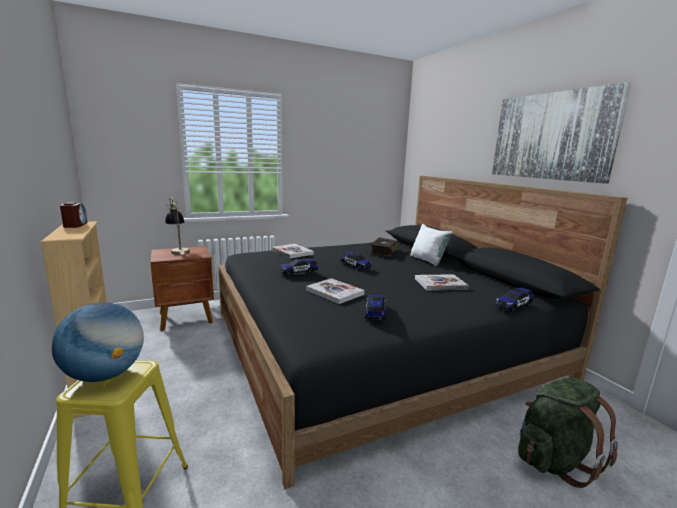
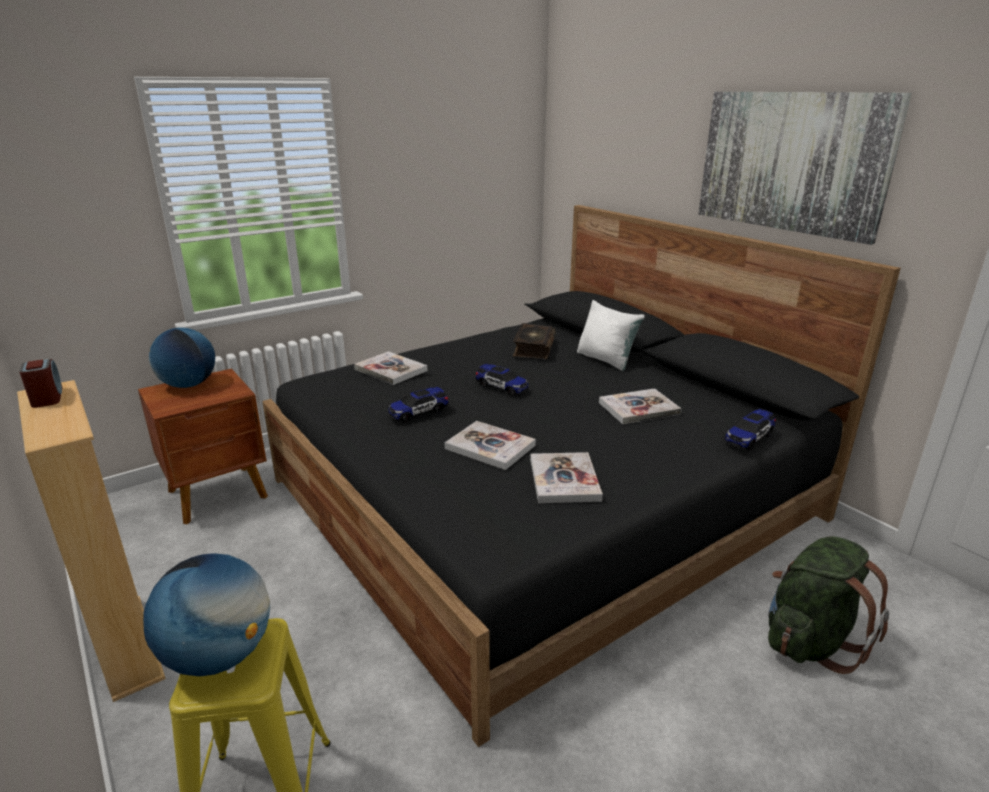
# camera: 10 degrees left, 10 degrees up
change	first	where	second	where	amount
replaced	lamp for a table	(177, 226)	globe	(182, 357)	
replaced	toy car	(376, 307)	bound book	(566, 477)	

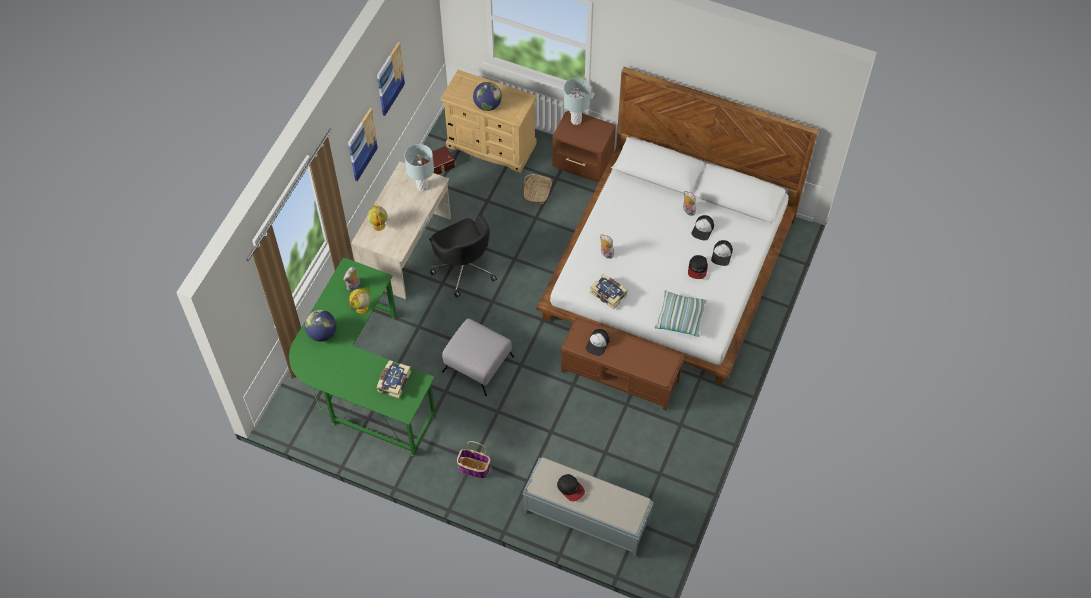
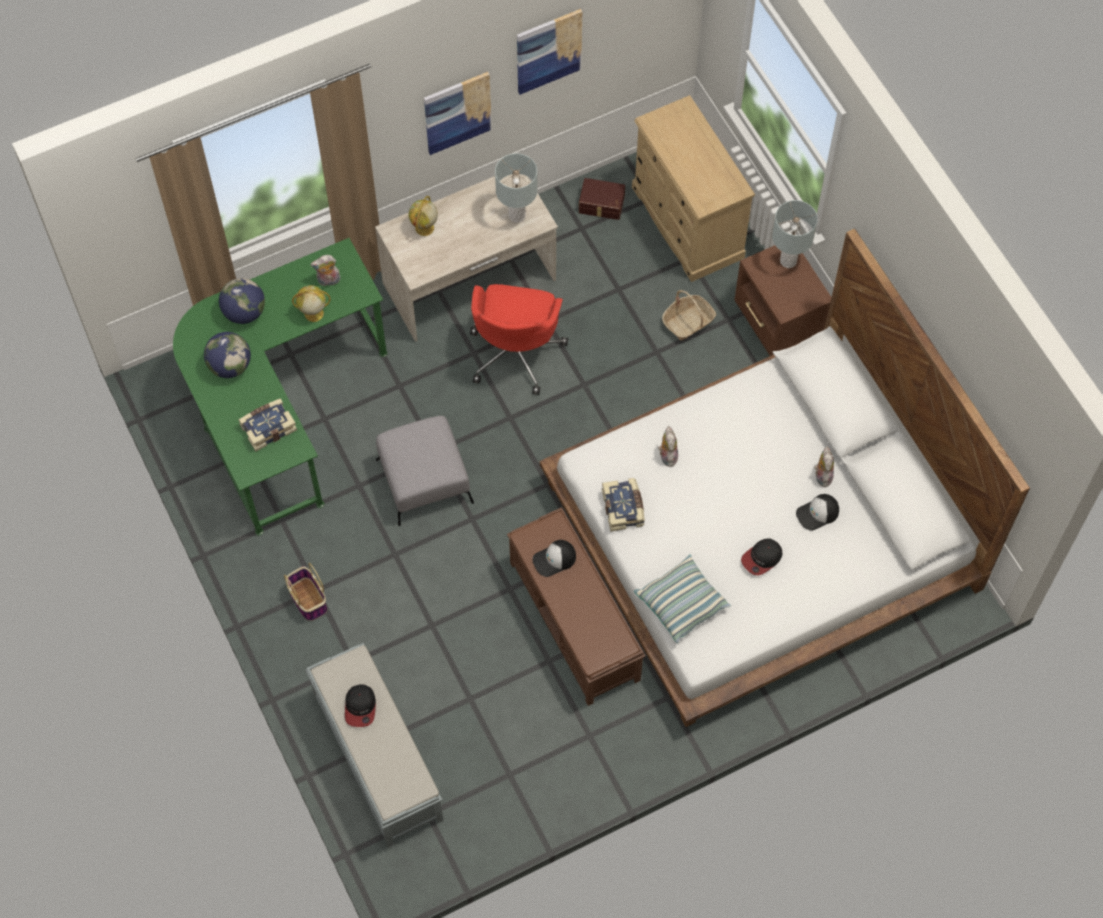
# camera: 40 degrees right, 5 degrees up
change	first	where	second	where	amount
removed	peaked cap	(722, 253)			
moved	globe	(487, 96)		(227, 355)	
recoloured	blackish computer chair	(463, 256)	red computer chair	(519, 339)	

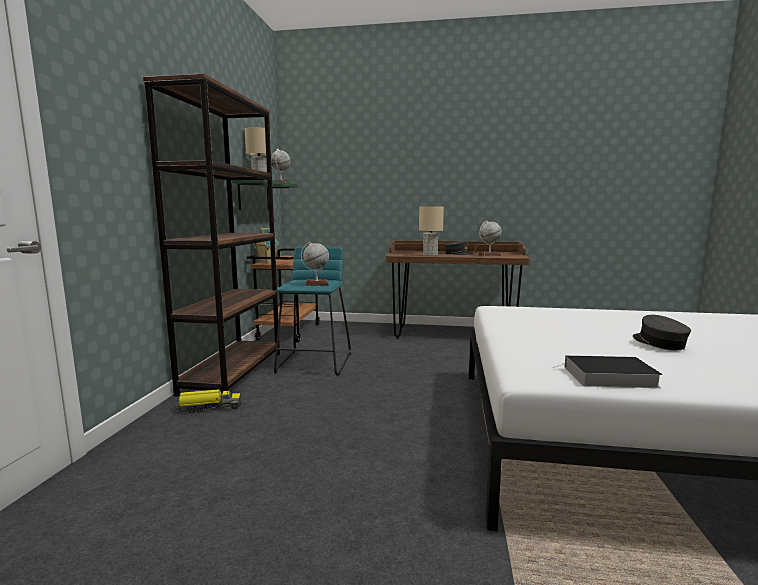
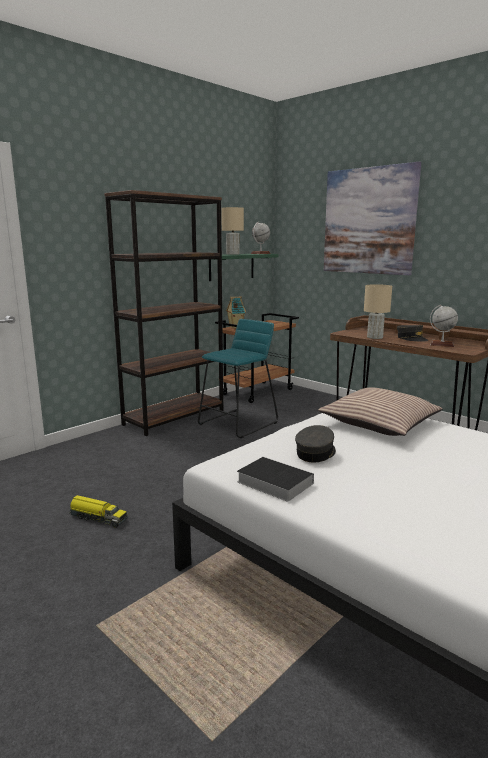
# camera: 35 degrees right, 5 degrees up
change	first	where	second	where	amount
removed	globe	(315, 264)			
added			pillow	(380, 411)	
added			wall picture	(372, 218)	
moved	toy lorry	(208, 401)		(98, 511)	
moved	grey peaked cap	(662, 333)		(315, 443)	

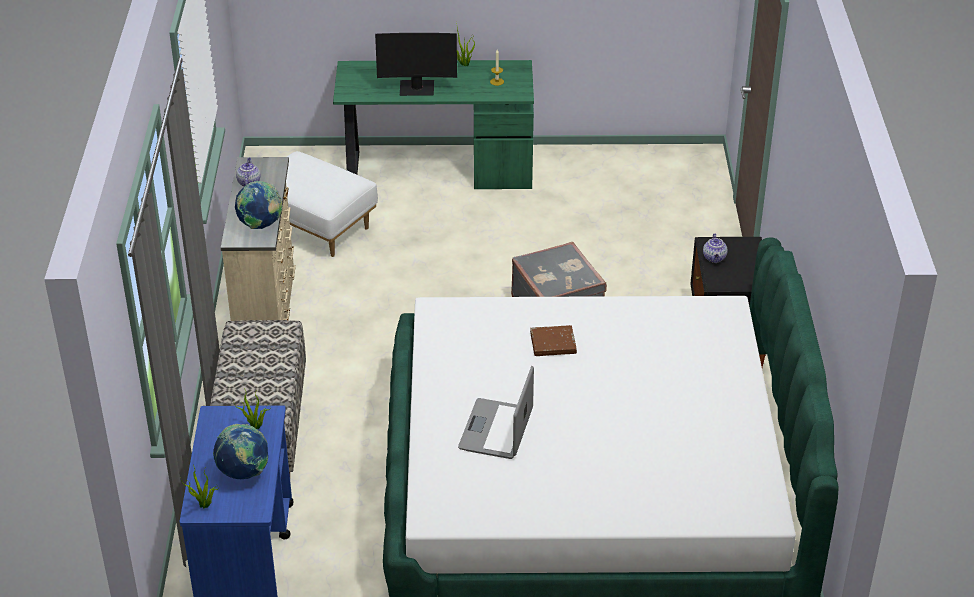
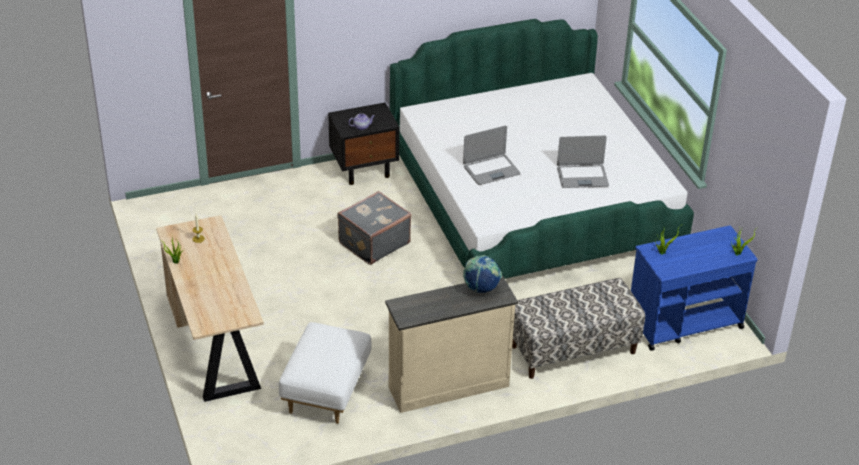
# camera: 110 degrees left, 0 degrees up
change	first	where	second	where	amount
removed	globe	(240, 451)			
removed	tea pot	(248, 172)			
removed	computer display	(416, 64)			
replaced	brown-coloured bound book	(553, 340)	laptop	(492, 155)	
recoloured	green-coloured desk unit	(433, 124)	beige-coloured desk unit	(210, 308)	

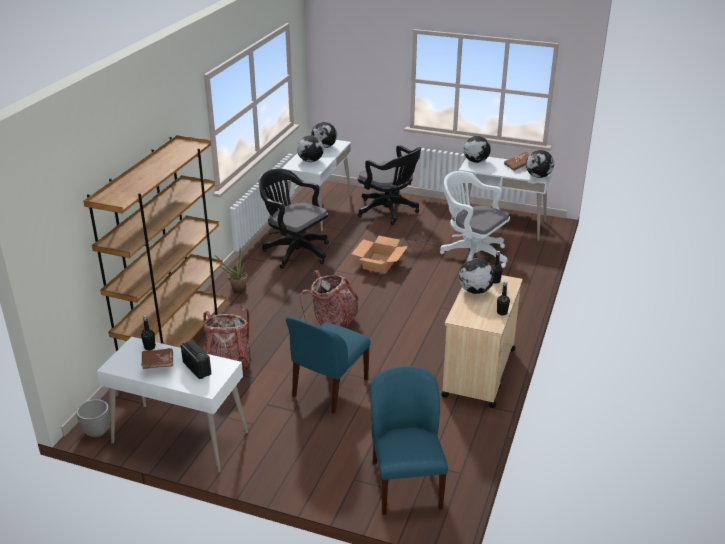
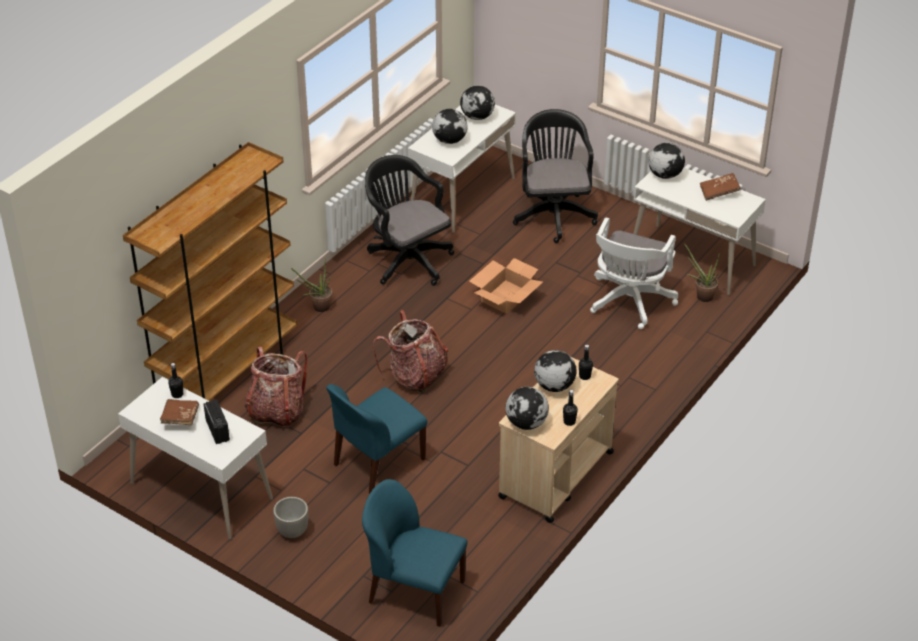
# camera: 15 degrees right, 10 degrees up
change	first	where	second	where	amount
added			plant in a pot	(702, 272)	
moved	planter	(93, 418)		(290, 517)	
moved	globe	(540, 164)		(527, 408)	
turned	blackish computer chair	(389, 185)		(555, 176)	150 degrees counterclockwise
turned	blue chair	(409, 440)		(415, 553)	75 degrees counterclockwise
turned	whitish computer chair	(475, 219)		(634, 273)	120 degrees counterclockwise

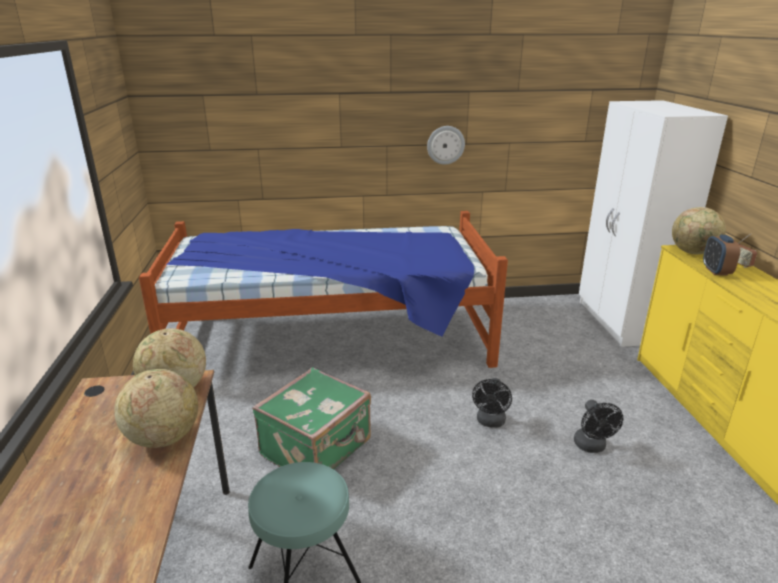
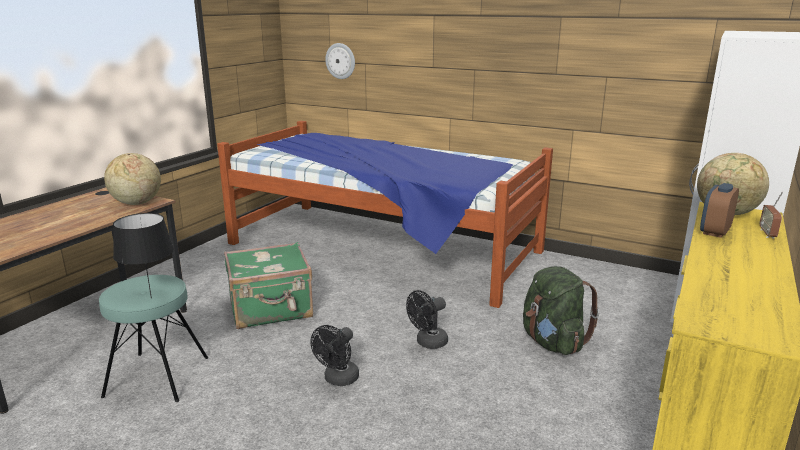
# camera: 35 degrees right, 5 degrees down
change	first	where	second	where	amount
removed	globe	(156, 408)			
added			blackish lamp for a table	(143, 256)	
added			green-coloured backpack	(561, 310)	
moved	wall clock	(446, 145)		(340, 61)	
moved	blackish fan	(598, 426)		(334, 355)	

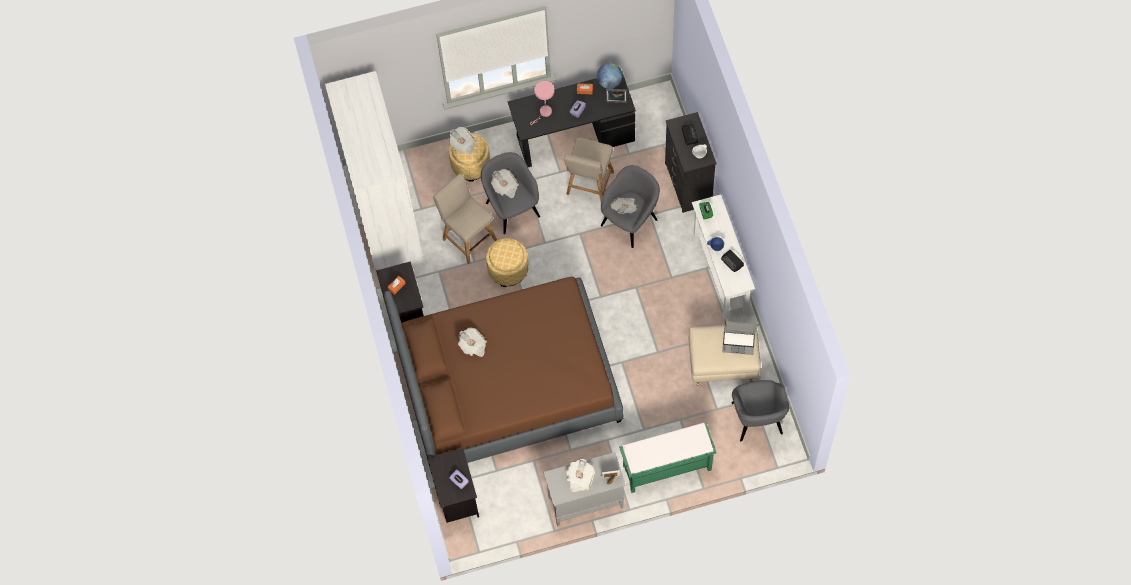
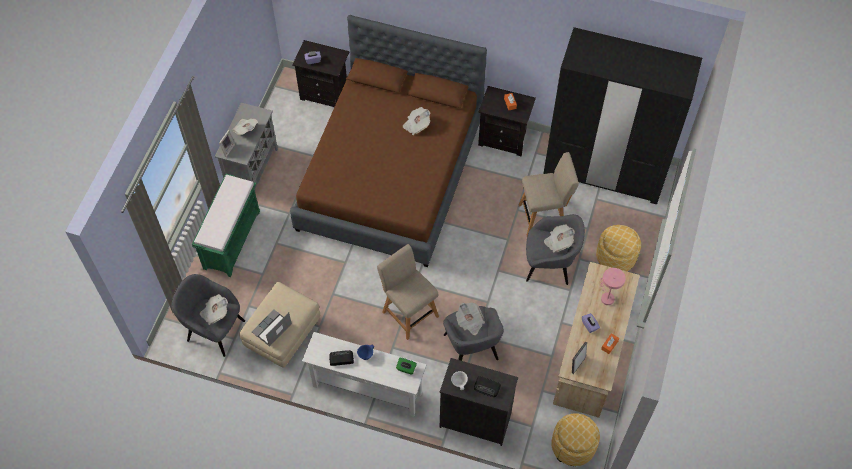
# camera: 120 degrees right, 5 degrees down
change	first	where	second	where	amount
removed	globe	(610, 76)			
moved	printed paper	(462, 141)		(214, 309)	
moved	footrest	(507, 262)		(575, 439)	
moved	beige-coloured chair	(589, 169)		(408, 292)	
recoloured	whitish wardrobe	(374, 173)	blackish wardrobe	(622, 115)	
recoloured	blackish desk unit	(572, 120)	beige-coloured desk unit	(596, 340)	

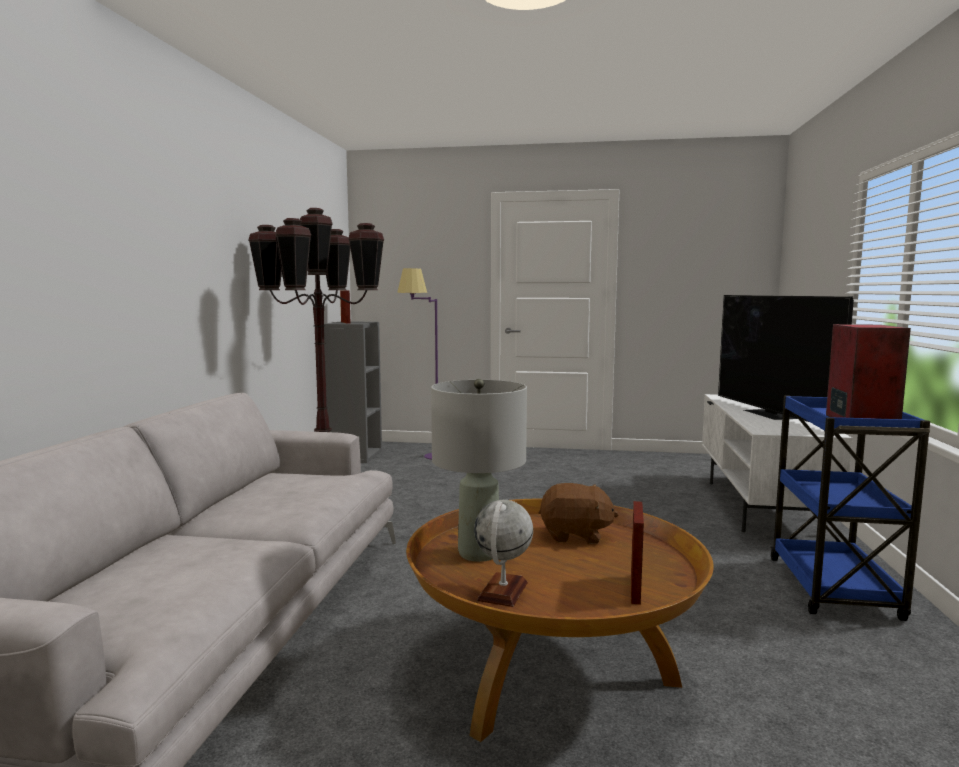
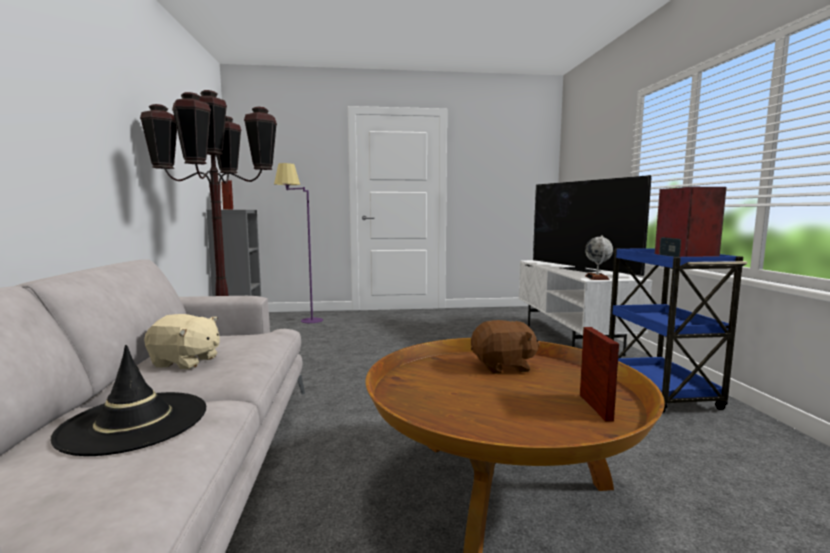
# camera: 15 degrees left, 0 degrees up
change	first	where	second	where	amount
removed	grey lamp for a table	(479, 470)			
added			blackish wearable hat	(128, 400)	
added			beige-coloured cuddly toy	(182, 341)	
moved	globe	(503, 553)		(599, 257)	

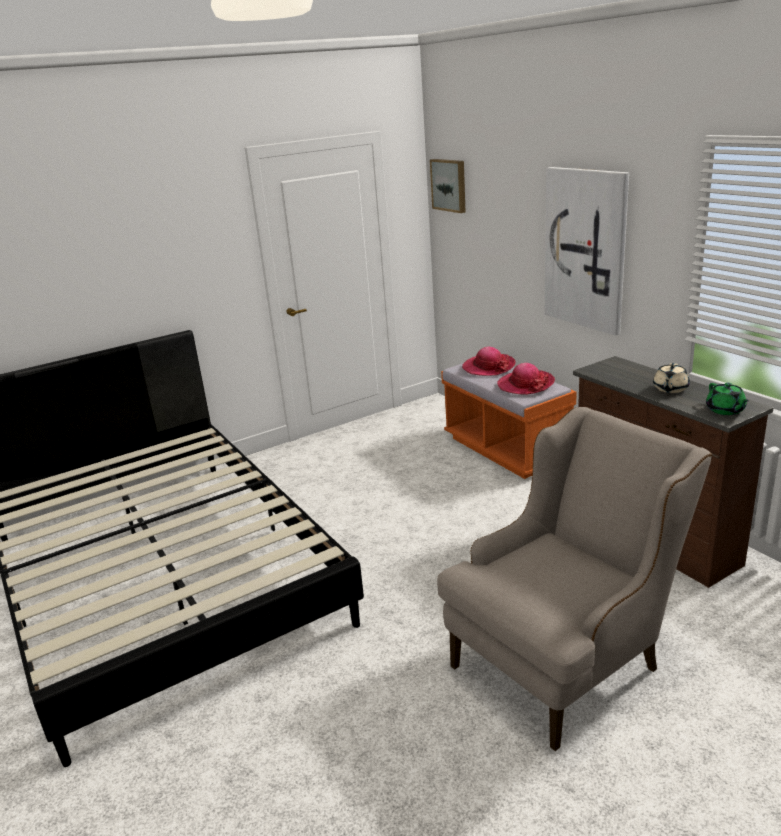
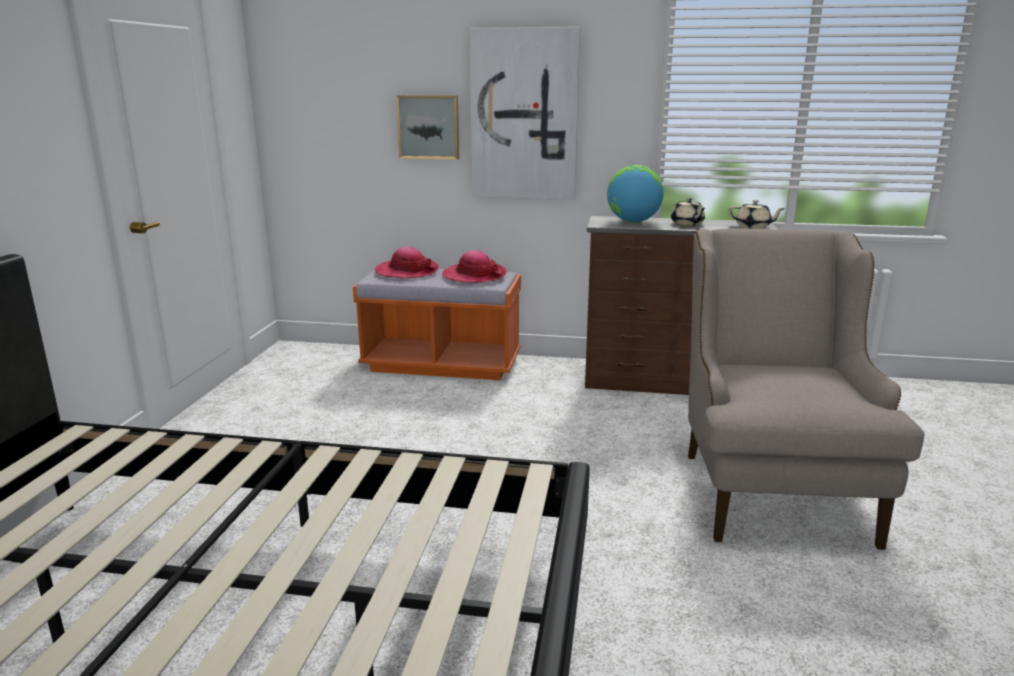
# camera: 50 degrees left, 5 degrees down
change	first	where	second	where	amount
added			globe	(635, 194)	
moved	wall picture	(448, 186)		(427, 127)	
recoloured	green-coloured tea pot	(727, 399)	beige-coloured tea pot	(757, 214)	

